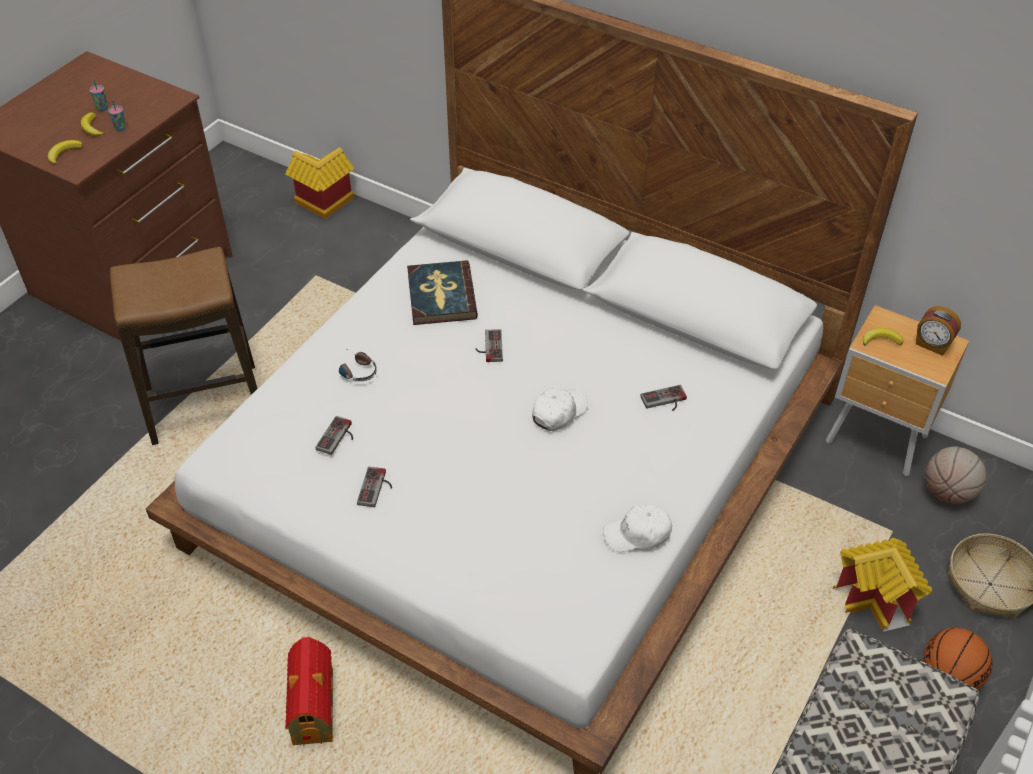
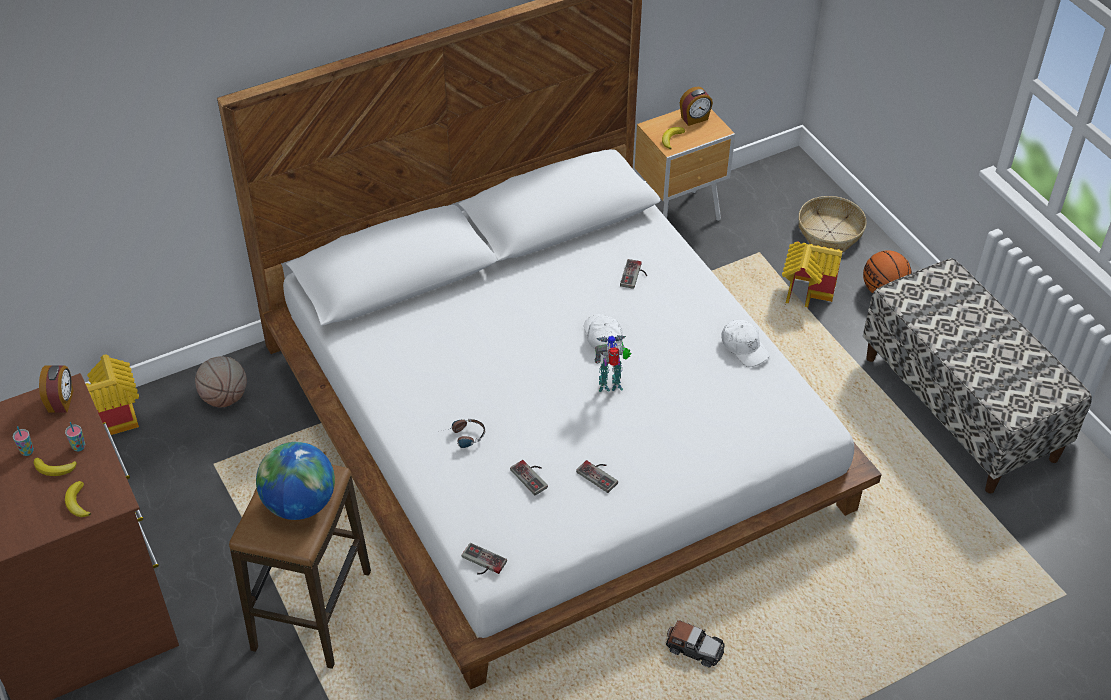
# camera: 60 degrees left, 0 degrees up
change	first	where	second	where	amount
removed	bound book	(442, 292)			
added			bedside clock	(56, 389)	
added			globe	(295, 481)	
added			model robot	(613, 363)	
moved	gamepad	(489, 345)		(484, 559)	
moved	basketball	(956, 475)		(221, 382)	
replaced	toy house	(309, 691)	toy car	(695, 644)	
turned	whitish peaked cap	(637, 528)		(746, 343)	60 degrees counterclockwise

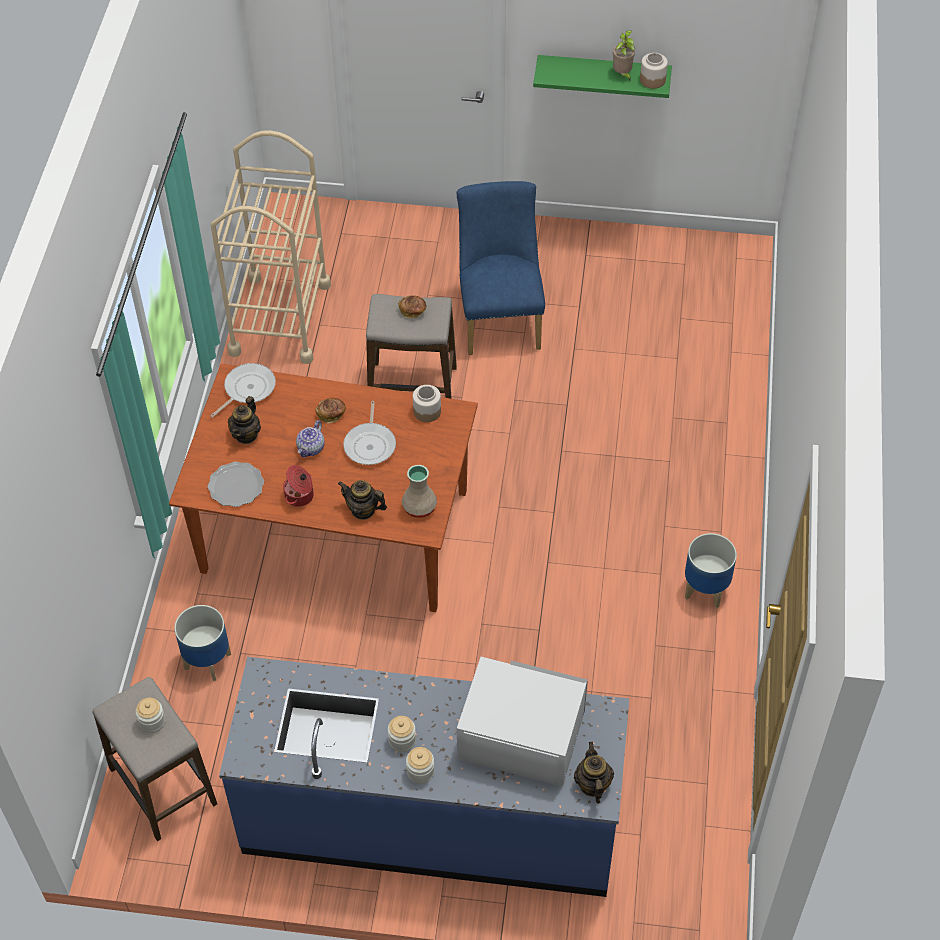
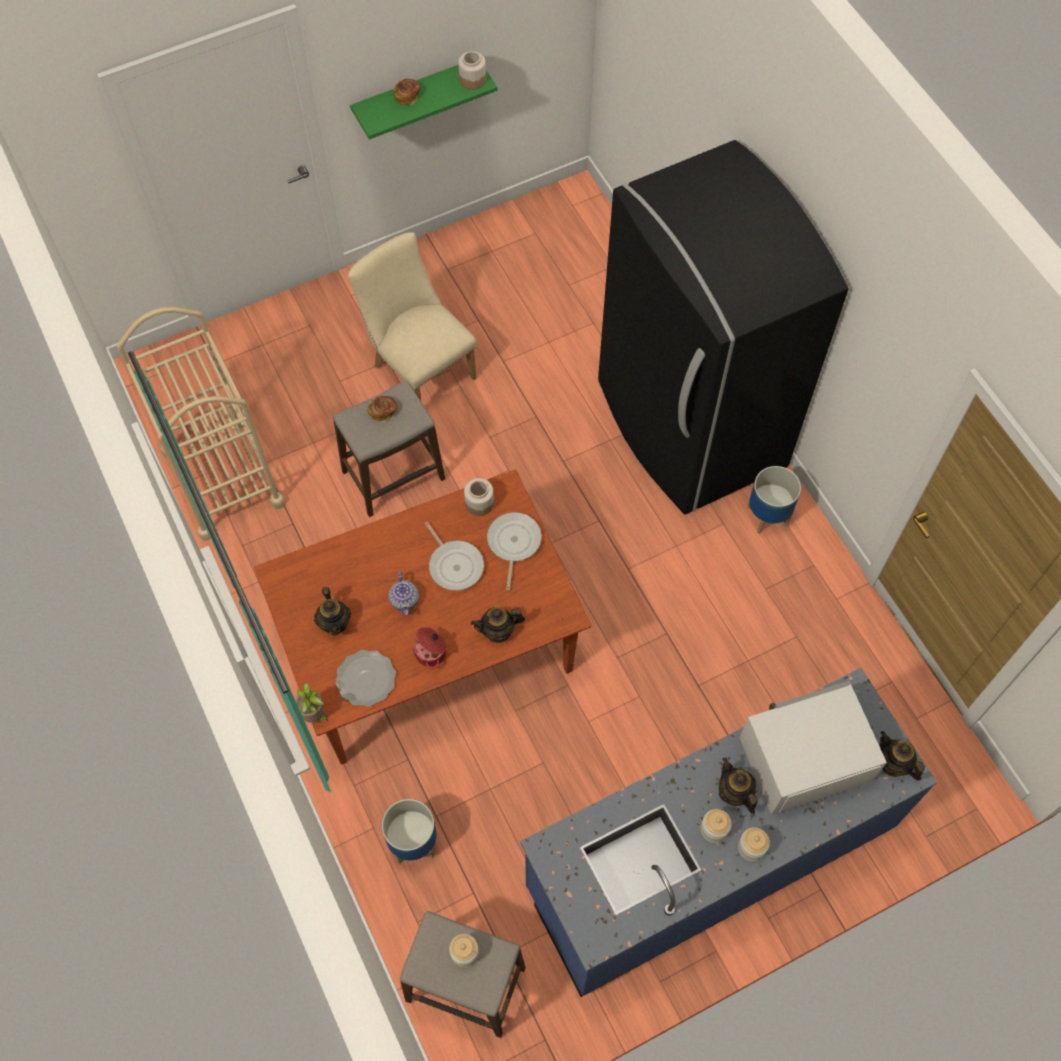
# camera: 35 degrees left, 10 degrees up
change	first	where	second	where	amount
removed	beige-coloured vase	(419, 491)			
added			blackish kitchen fridge	(723, 327)	
added			tea pot	(738, 785)	
moved	frying pan	(243, 390)		(514, 551)	
moved	baked bread	(331, 410)		(407, 92)	
moved	plant in a pot	(624, 55)		(312, 702)	
recoloured	blue chair	(501, 268)	beige-coloured chair	(412, 316)	

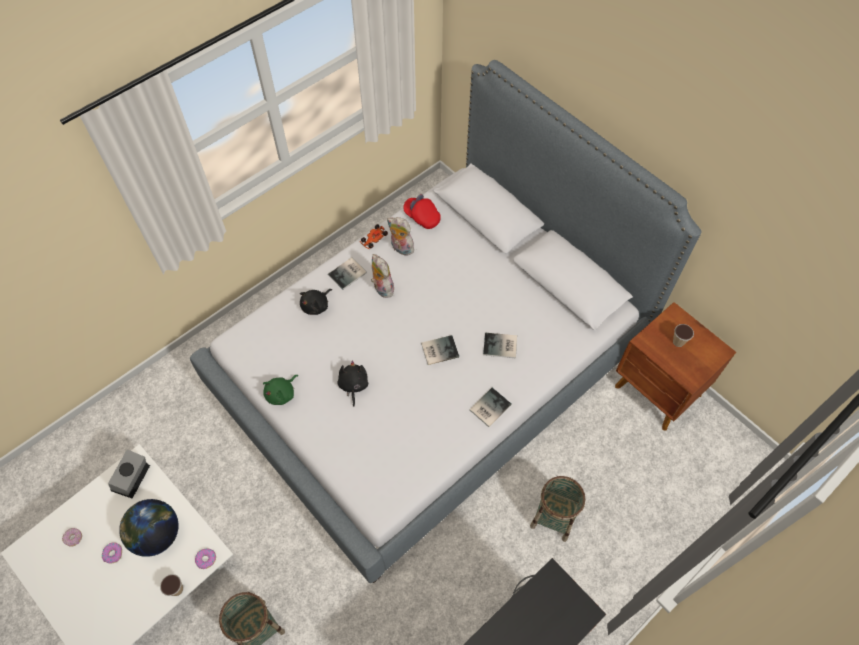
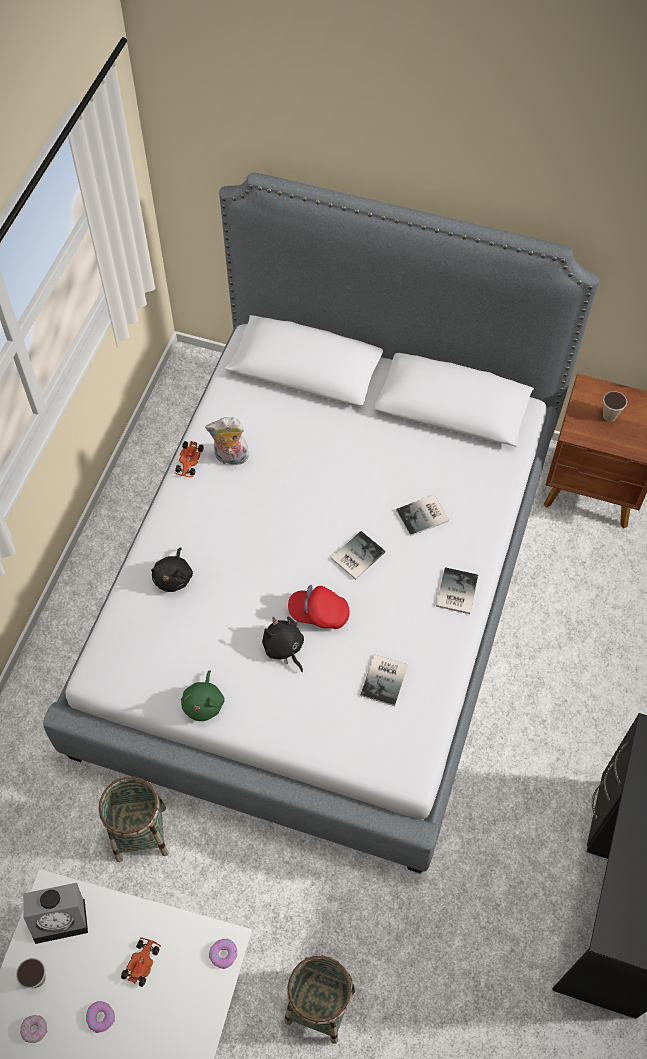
# camera: 30 degrees left, 0 degrees up
change	first	where	second	where	amount
removed	cuddly toy	(383, 276)			
moved	cup	(171, 585)		(31, 973)	
moved	bound book	(347, 274)		(384, 680)	
moved	red peaked cap	(422, 211)		(319, 607)	
moved	household basket	(557, 509)		(133, 819)	
replaced	globe	(149, 528)	toy car	(141, 962)	
turned	bedside clock	(129, 474)		(55, 913)	90 degrees counterclockwise

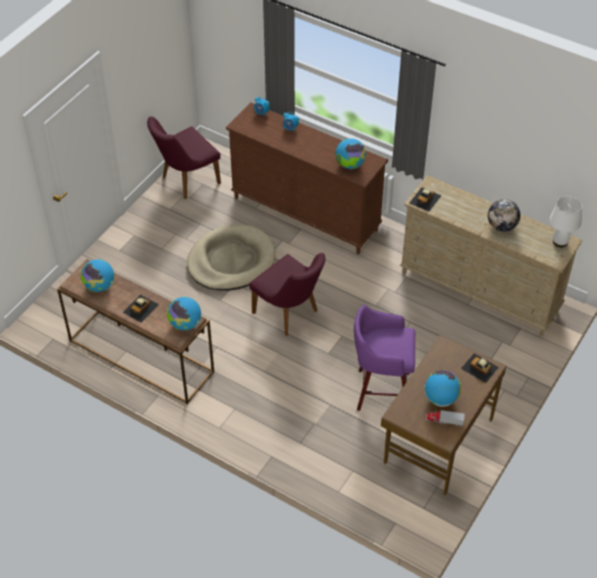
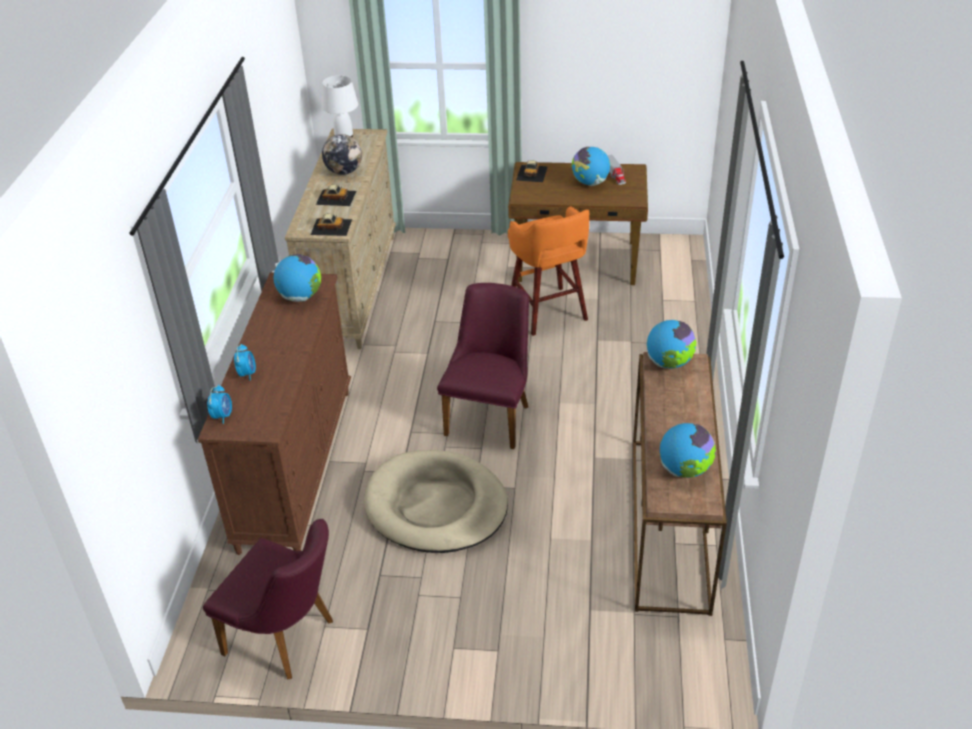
# camera: 115 degrees left, 10 degrees down
change	first	where	second	where	amount
moved	toy car	(141, 308)		(336, 195)	
recoloured	purplish stool seat	(384, 358)	orangey stool seat	(548, 271)	

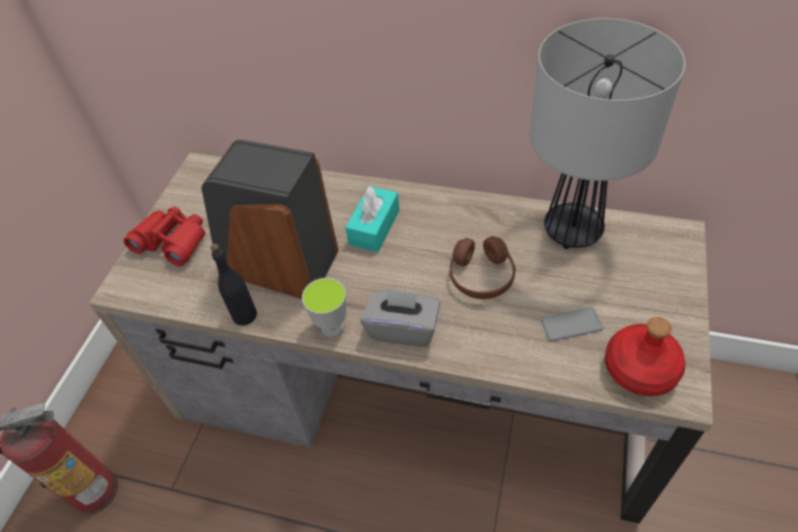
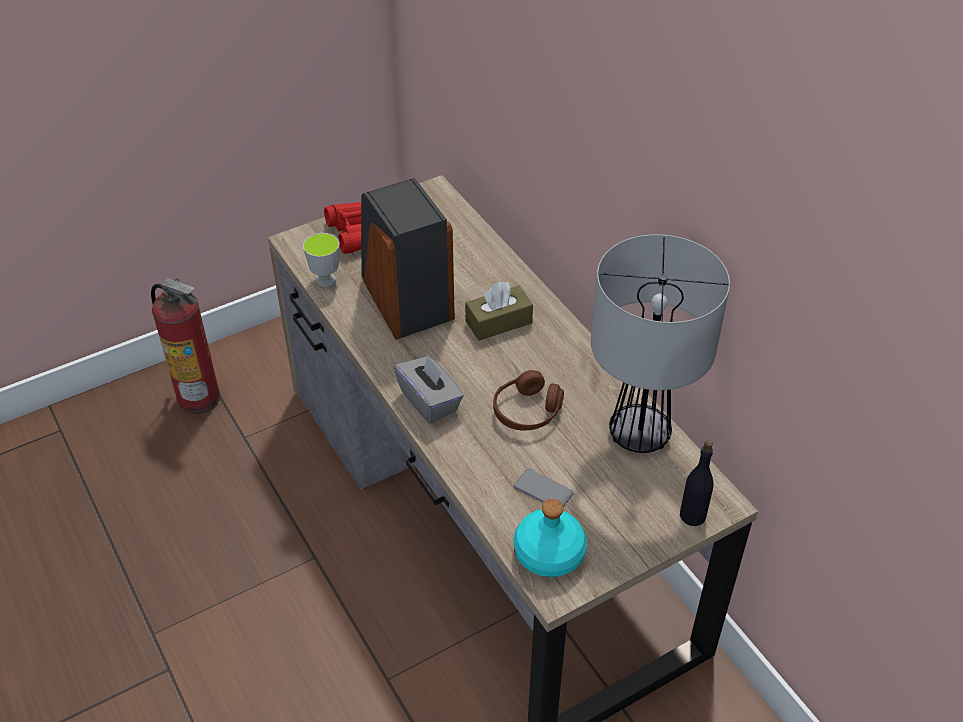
# camera: 40 degrees right, 5 degrees down
change	first	where	second	where	amount
moved	blackish drink bottle	(233, 285)		(696, 483)	
moved	cup	(324, 307)		(321, 260)	
recoloured	blue-green tissue holder	(372, 219)	brown-coloured tissue holder	(499, 311)	
recoloured	red drink bottle	(645, 356)	blue-green drink bottle	(550, 538)	

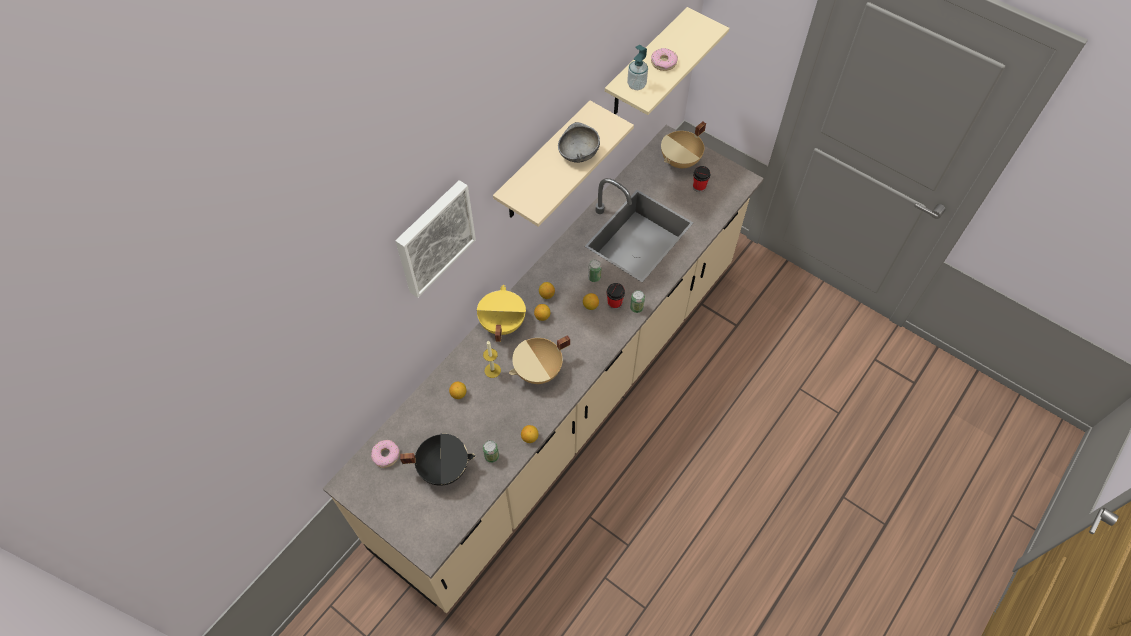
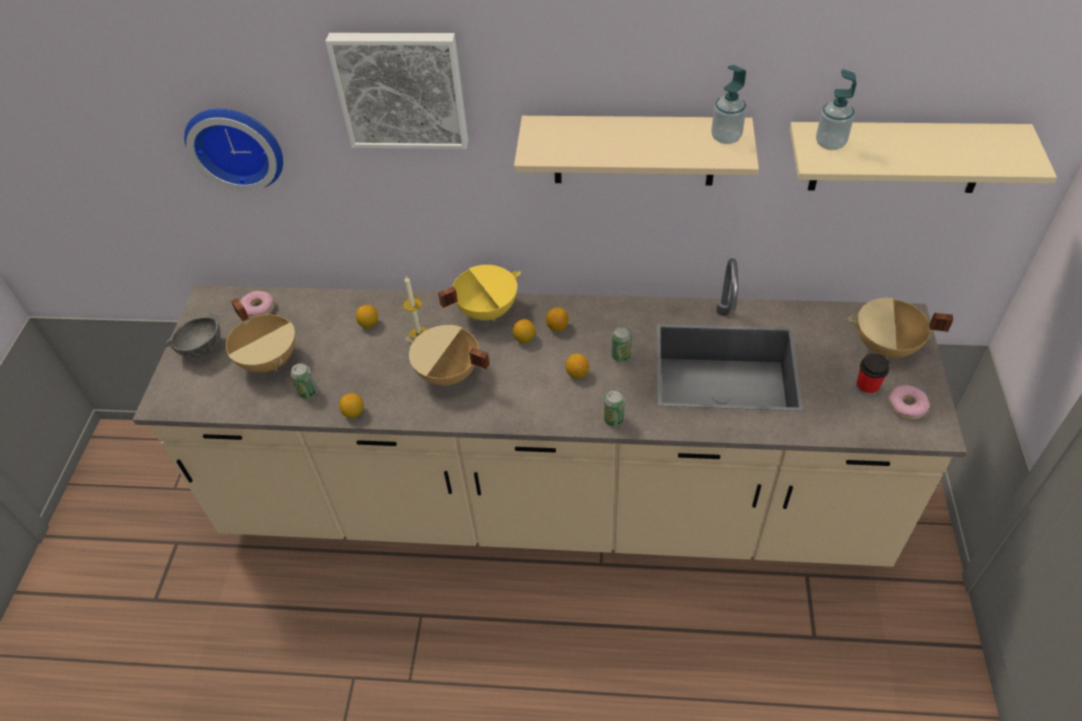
# camera: 60 degrees right, 10 degrees down
change	first	where	second	where	amount
removed	cup	(616, 296)			
added			wall clock	(233, 150)	
added			liquid soap bottle	(728, 104)	
moved	grey bowl	(579, 142)		(193, 336)	
moved	doughnut	(664, 59)		(908, 402)	
recoloured	blackish saucepot	(437, 460)	beige-coloured saucepot	(260, 335)	

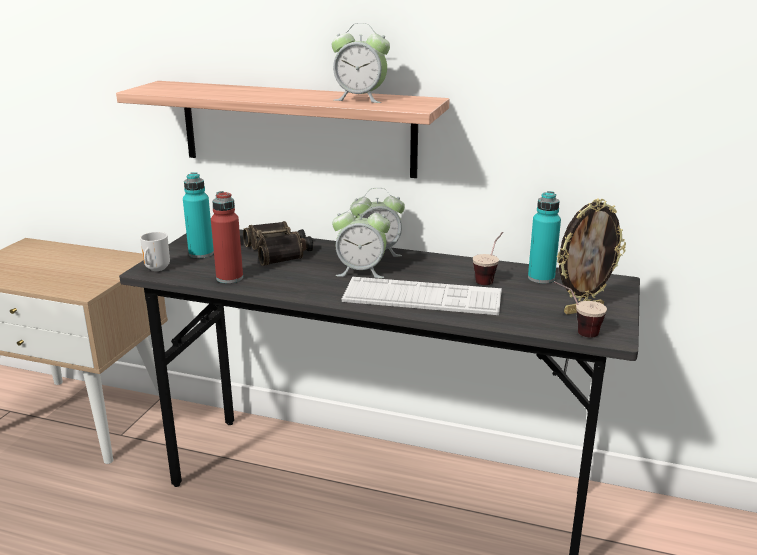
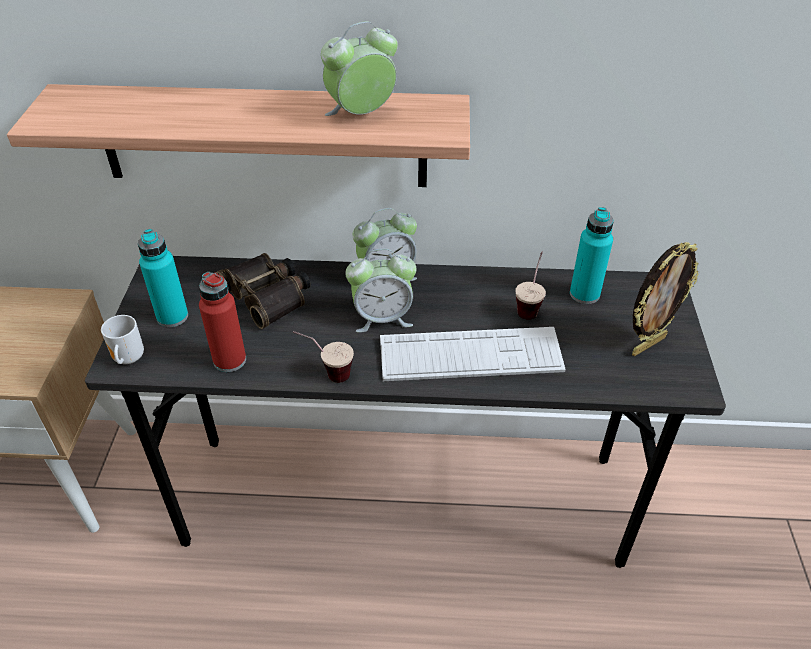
# camera: 15 degrees left, 20 degrees up
change	first	where	second	where	amount
moved	cup	(580, 309)		(323, 357)	
turned	bedside clock	(361, 63)		(359, 68)	150 degrees clockwise

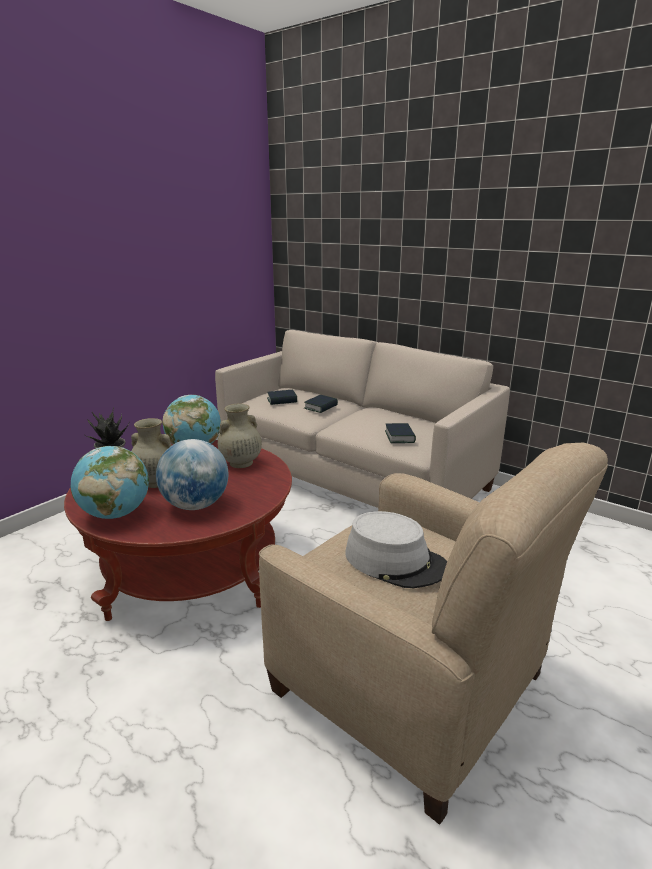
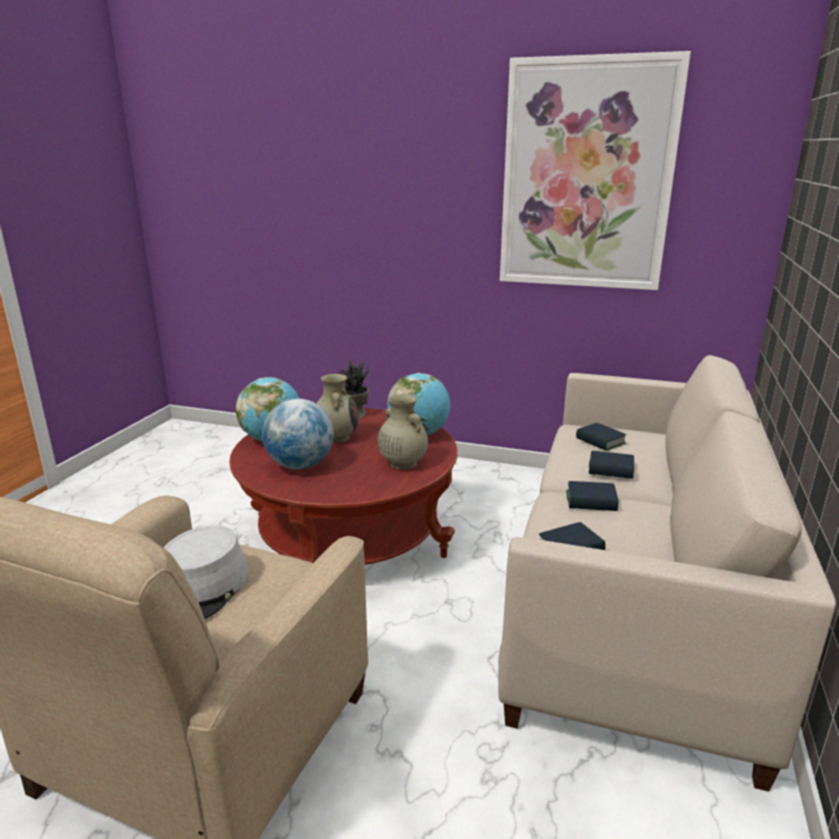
# camera: 70 degrees right, 0 degrees up
change	first	where	second	where	amount
added			wall picture	(595, 170)	
added			bound book	(593, 496)	

